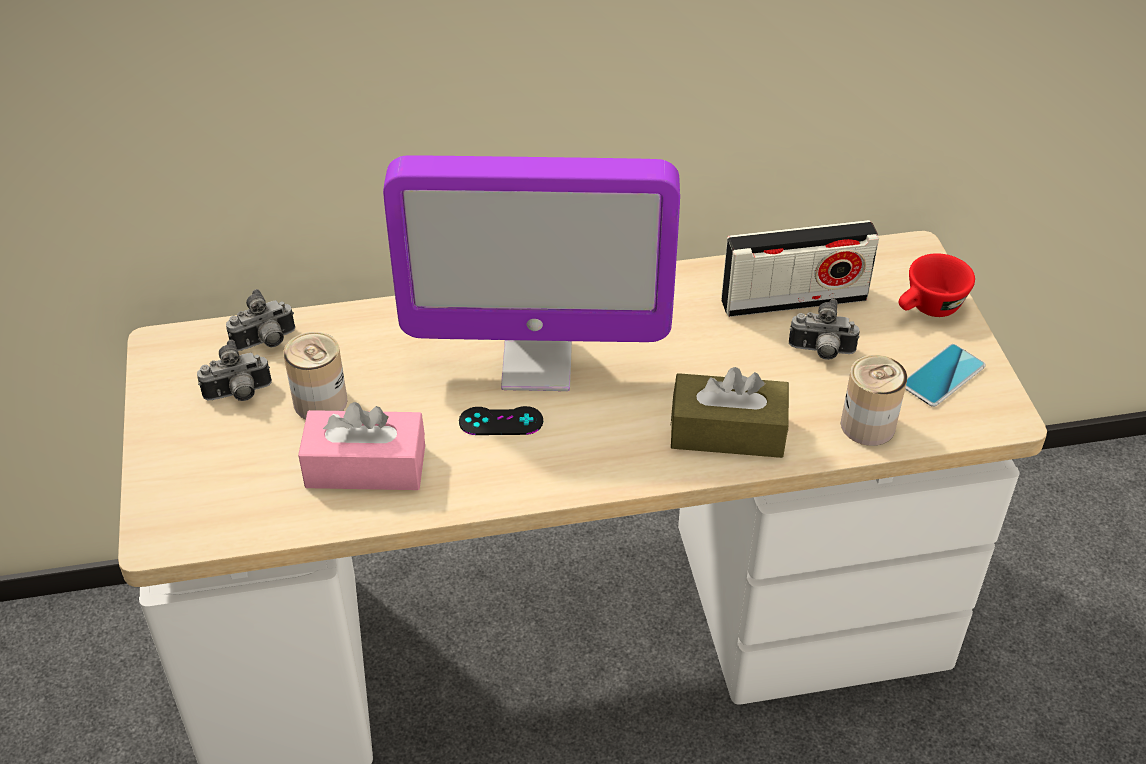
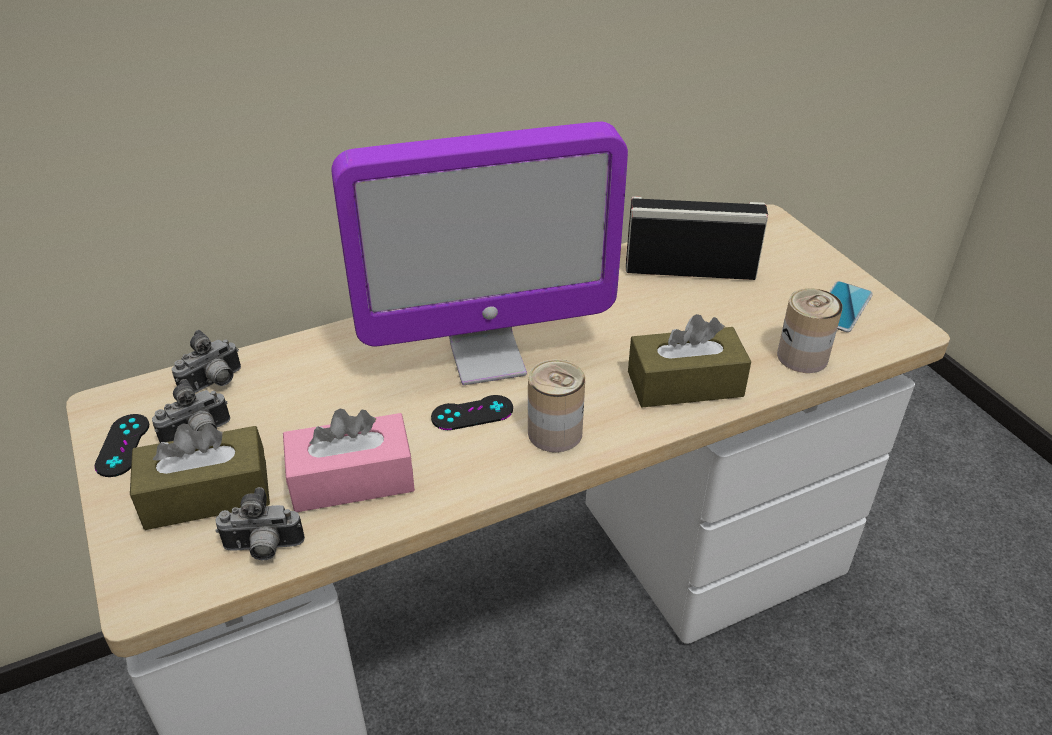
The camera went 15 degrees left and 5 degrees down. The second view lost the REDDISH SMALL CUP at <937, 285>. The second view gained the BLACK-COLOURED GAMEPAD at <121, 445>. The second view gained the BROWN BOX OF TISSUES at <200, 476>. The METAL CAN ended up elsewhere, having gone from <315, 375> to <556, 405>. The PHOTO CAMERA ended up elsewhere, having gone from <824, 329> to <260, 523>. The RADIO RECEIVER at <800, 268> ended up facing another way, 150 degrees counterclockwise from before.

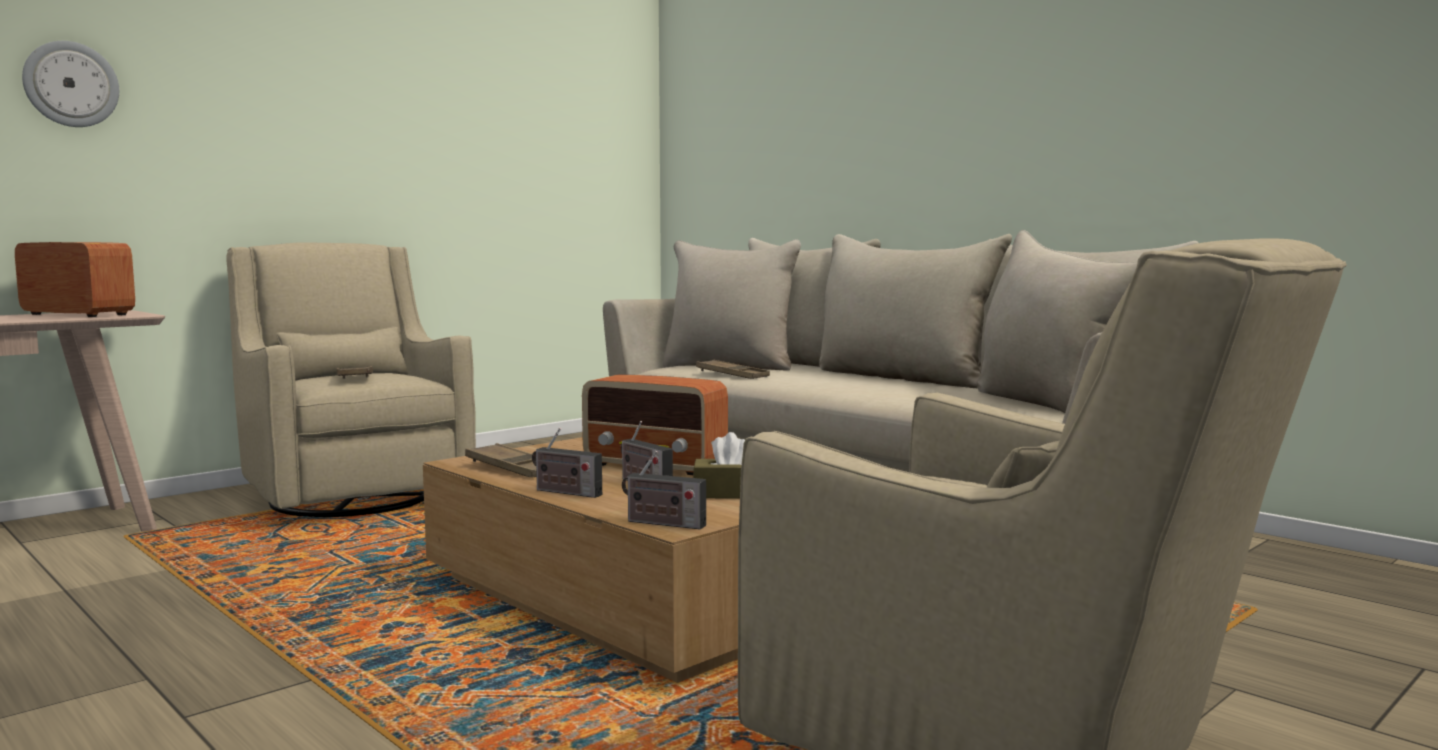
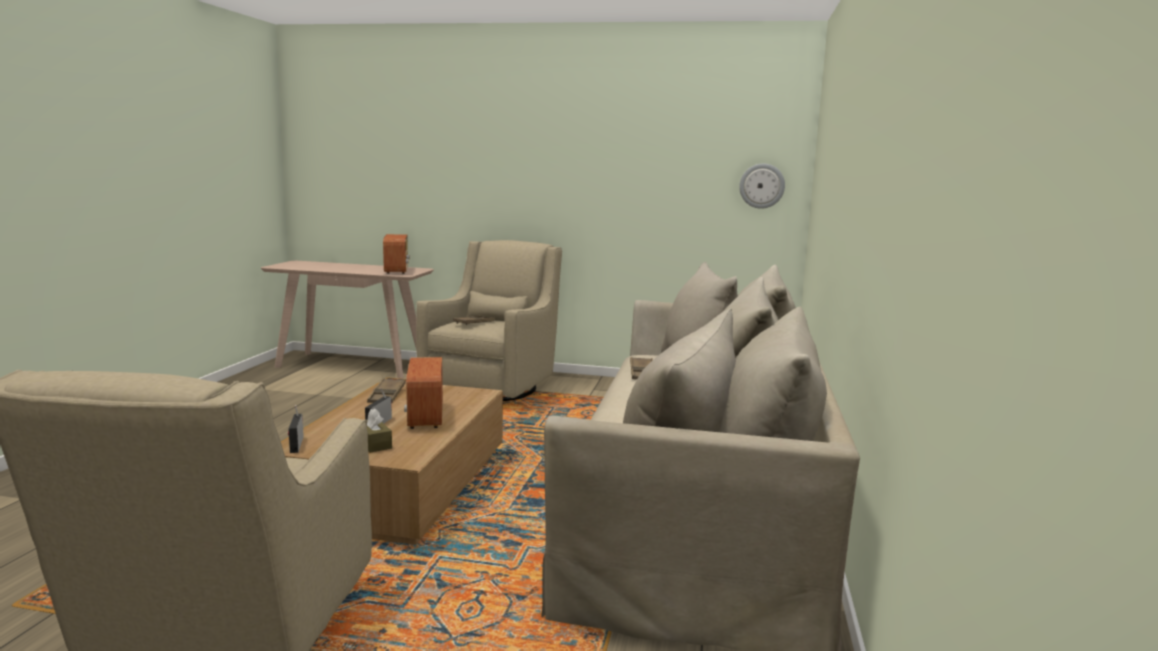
The camera went 55 degrees right and 5 degrees up. The second view lost the RADIO RECEIVER at <567, 463>. The CLOCK ON THE WALL ended up elsewhere, having gone from <70, 84> to <762, 186>.

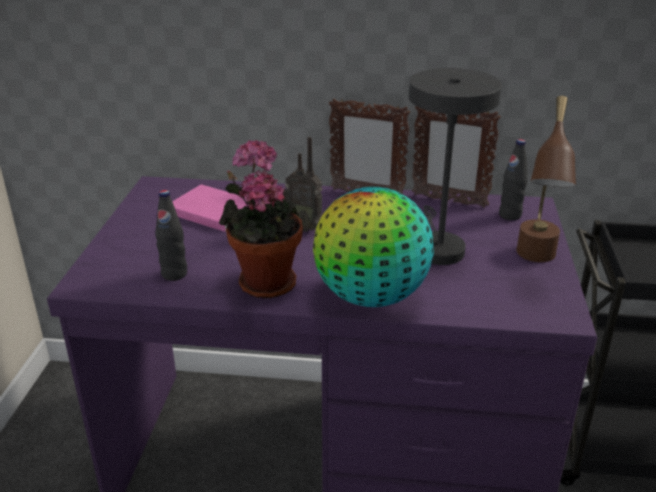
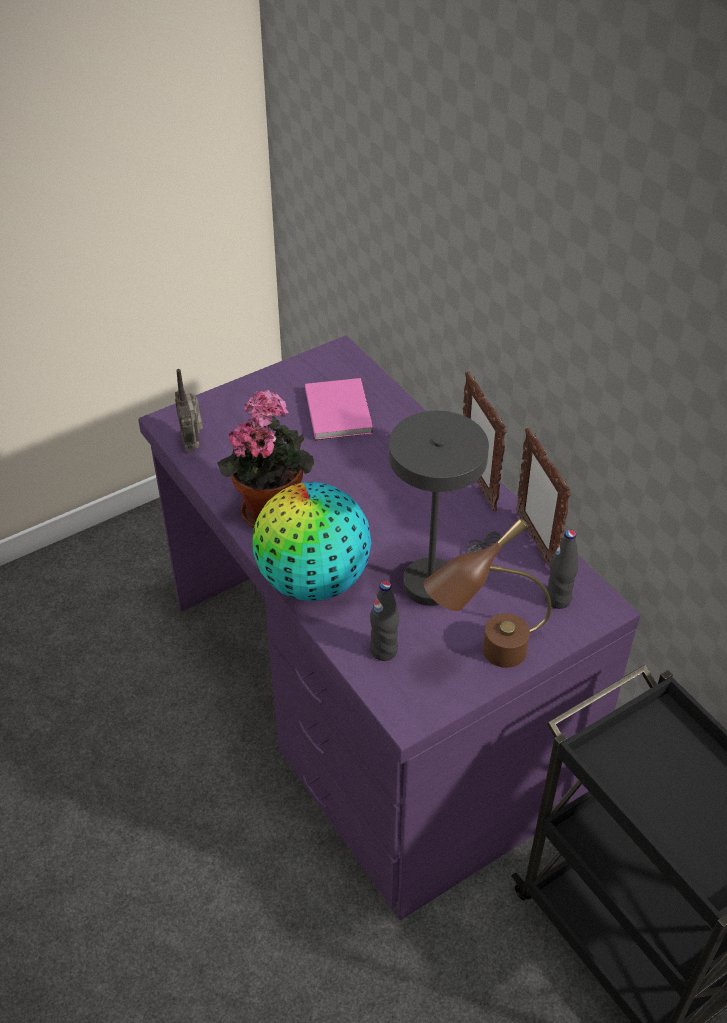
The camera went 50 degrees right and 15 degrees up. The BLACK-COLOURED DRINK BOTTLE ended up elsewhere, having gone from <171, 235> to <384, 621>. The RADIO RECEIVER ended up elsewhere, having gone from <303, 184> to <189, 410>.

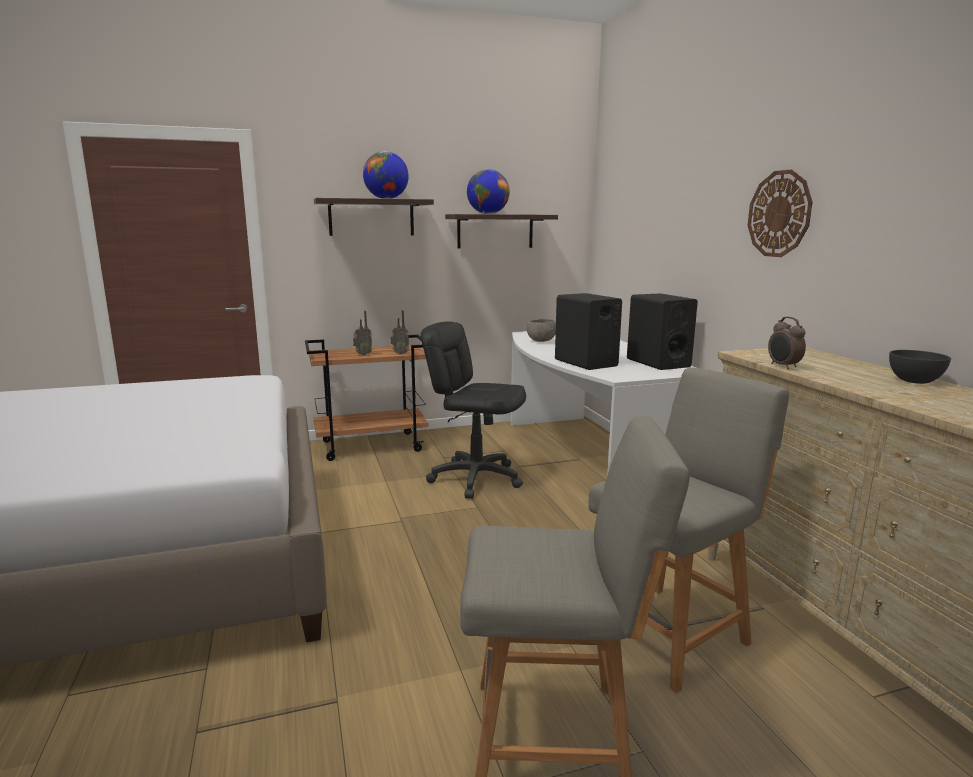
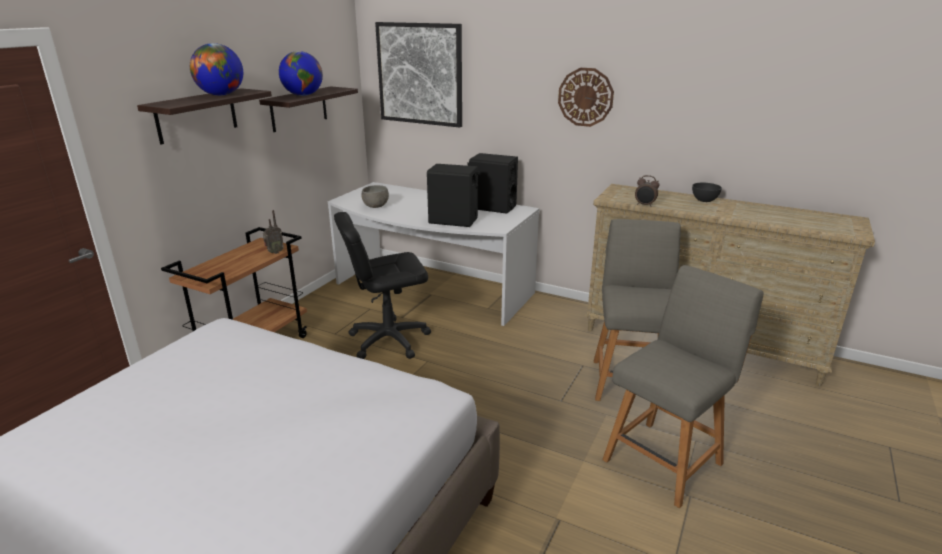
The camera went 45 degrees left and 10 degrees up. The second view lost the RADIO RECEIVER at <362, 333>. The second view gained the WALL PICTURE at <418, 74>.

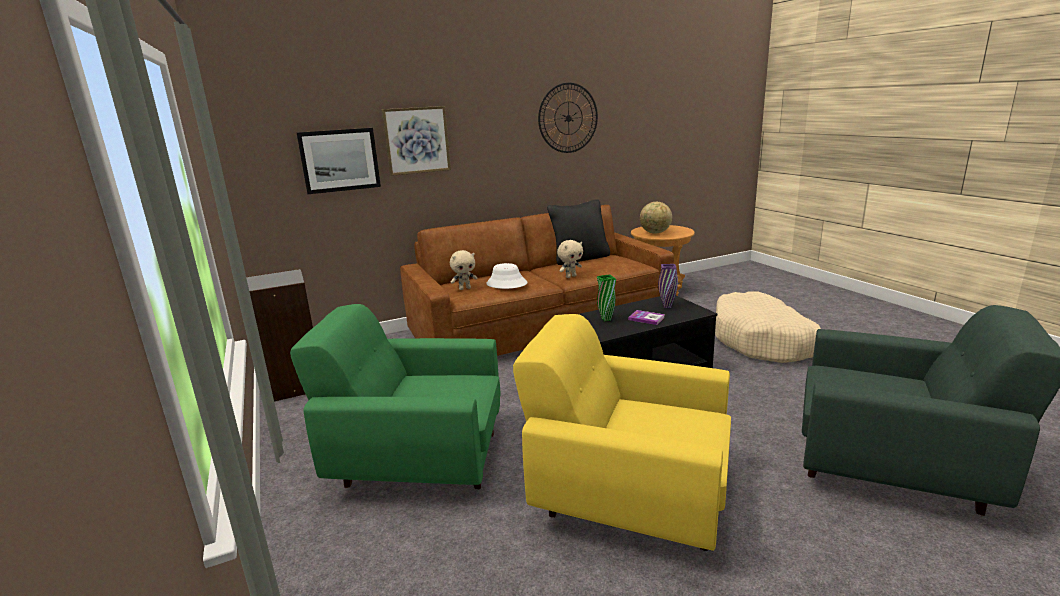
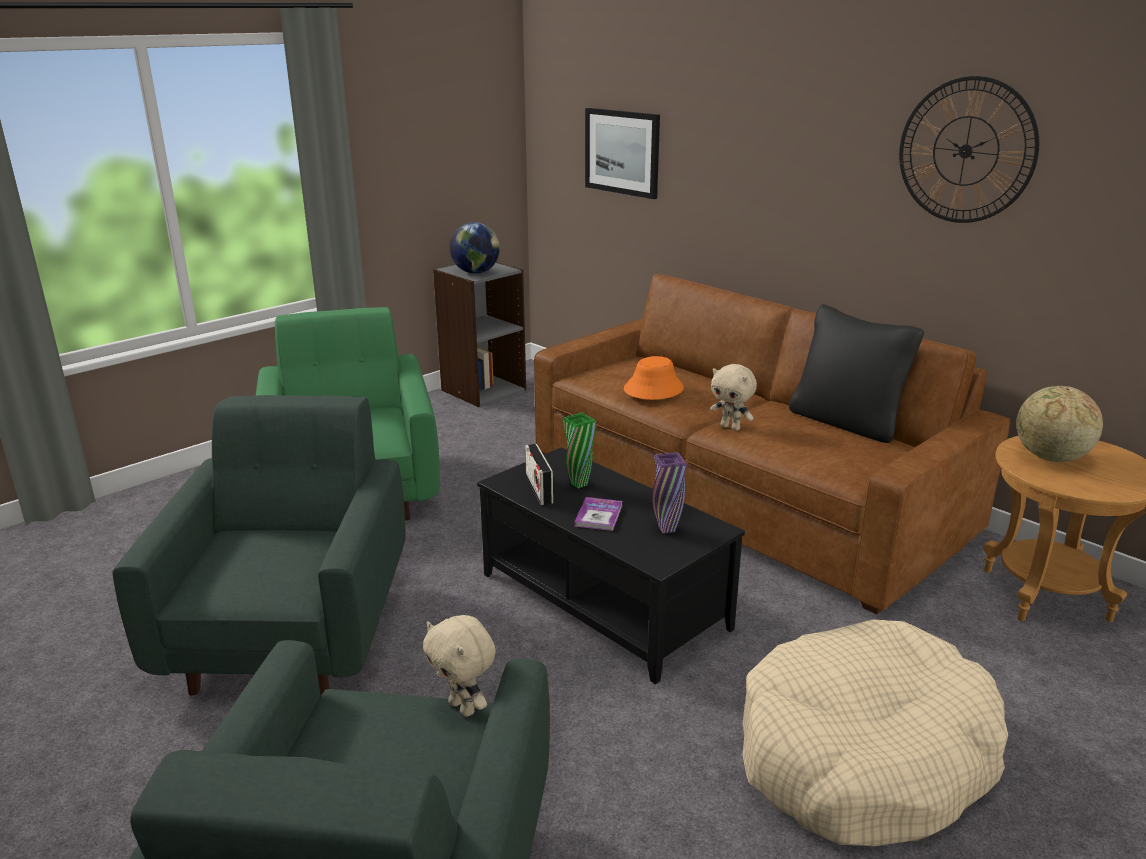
The camera went 70 degrees right and 5 degrees up. The second view lost the WALL PICTURE at <416, 141>. The second view gained the GLOBE at <475, 248>. The second view gained the RADIO RECEIVER at <539, 474>. The BEIGE-COLOURED PLUSH TOY ended up elsewhere, having gone from <464, 270> to <459, 666>. What was the WHITISH CLOTHING HAT at <506, 276> turned into the ORANGE-COLOURED CLOTHING HAT at <654, 378>. What was the YELLOW EASY CHAIR at <622, 432> turned into the GREEN-COLOURED EASY CHAIR at <259, 545>.

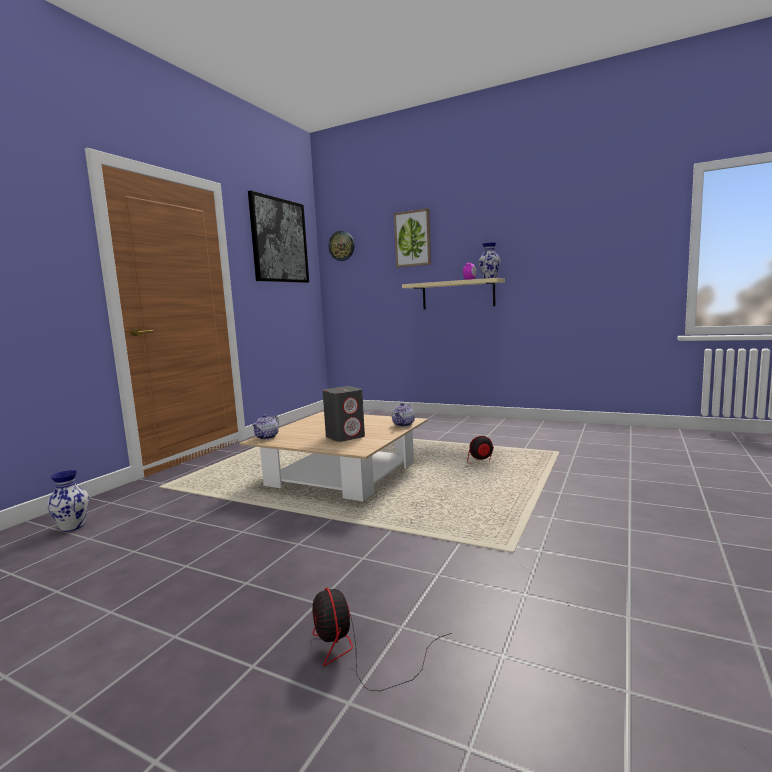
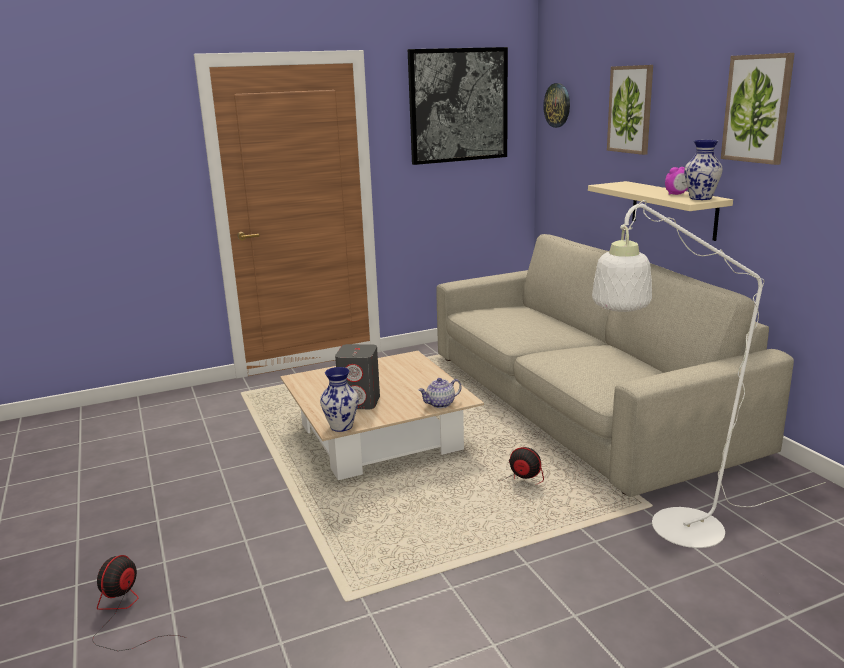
The camera went 40 degrees right and 10 degrees up. The second view lost the TEA POT at <265, 427>. The second view gained the BEIGE-COLOURED SOFA at <615, 365>. The second view gained the WHITISH STANDARD LAMP at <709, 374>. The second view gained the WALL PICTURE at <758, 109>. The FLOWER VASE ended up elsewhere, having gone from <68, 501> to <339, 399>.

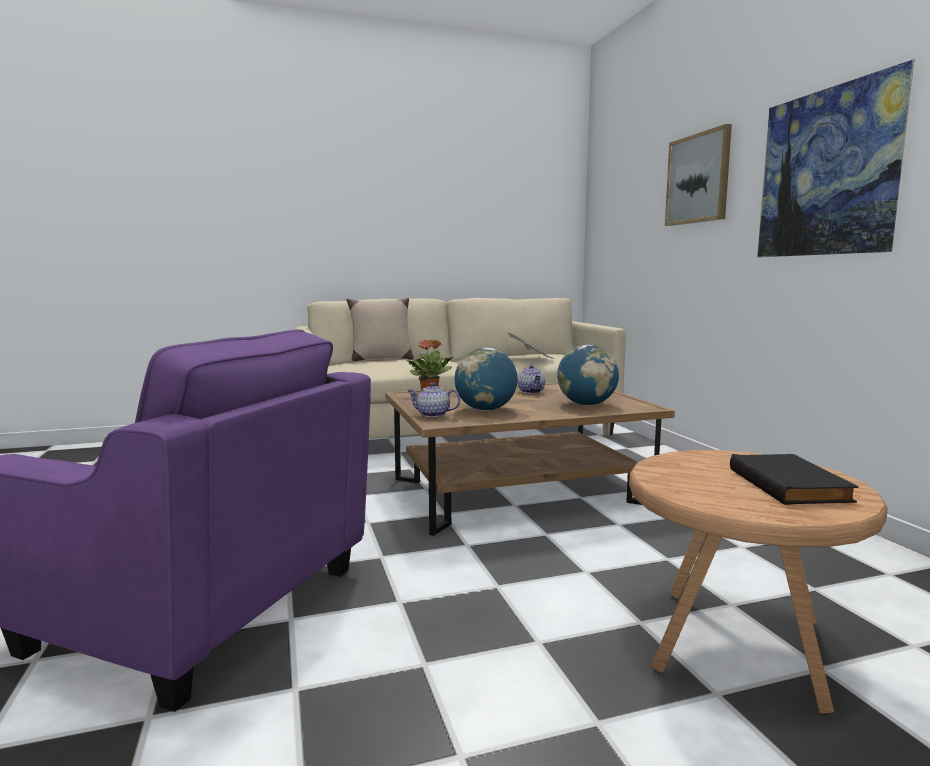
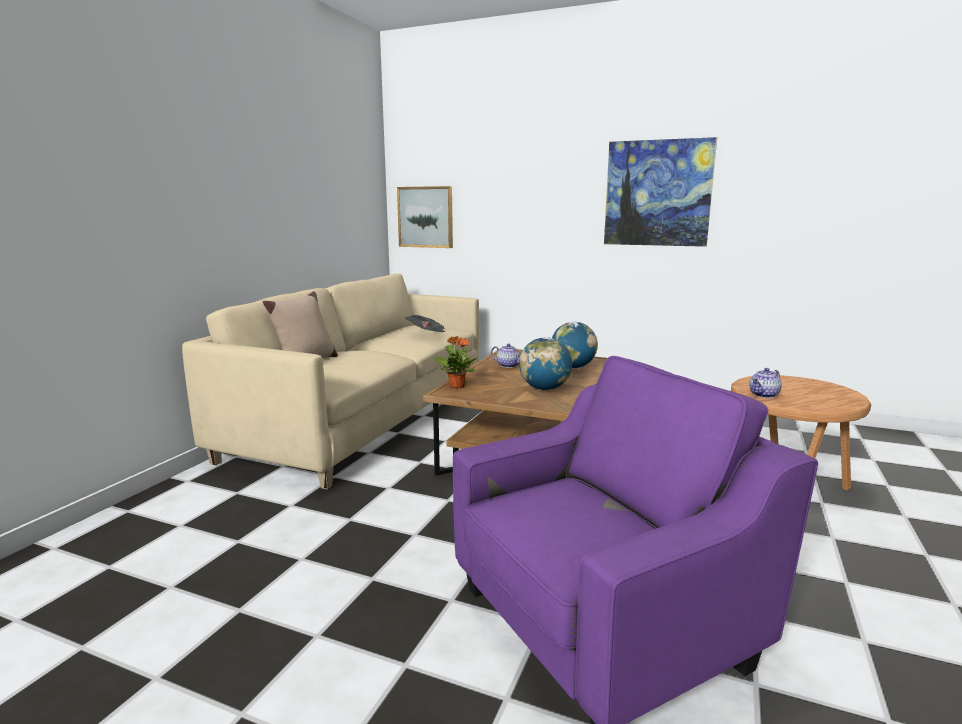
The camera went 50 degrees left and 5 degrees up. The second view lost the BLACK-COLOURED BOOK at <794, 479>. The TEA POT ended up elsewhere, having gone from <433, 400> to <766, 383>. The WALL PICTURE ended up elsewhere, having gone from <698, 175> to <425, 217>.

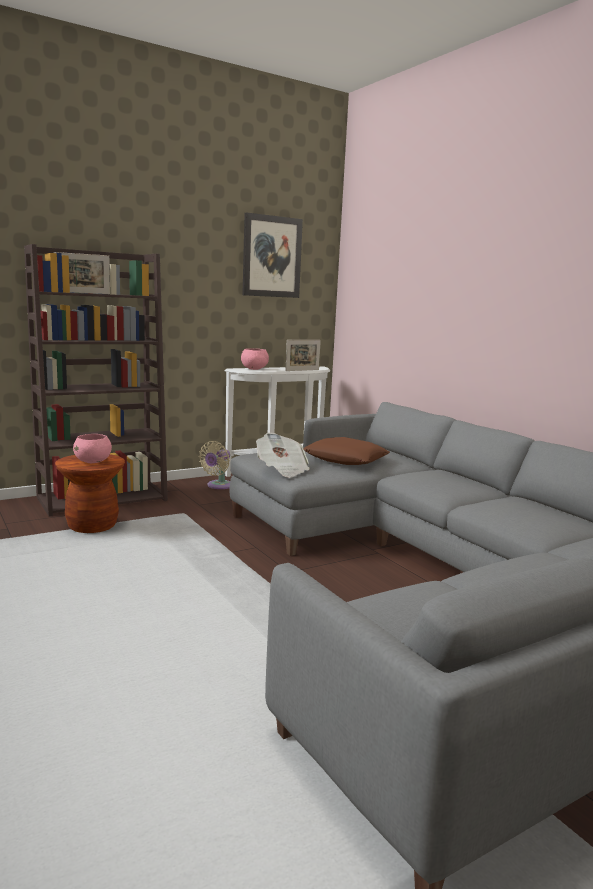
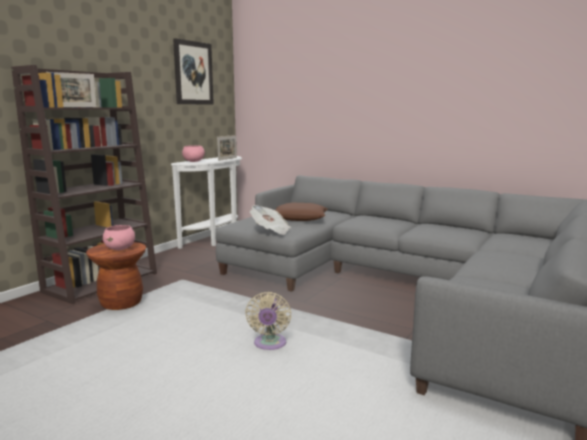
The camera went 25 degrees left and 0 degrees up. The BEIGE-COLOURED COOLING FAN ended up elsewhere, having gone from <214, 465> to <268, 321>.

